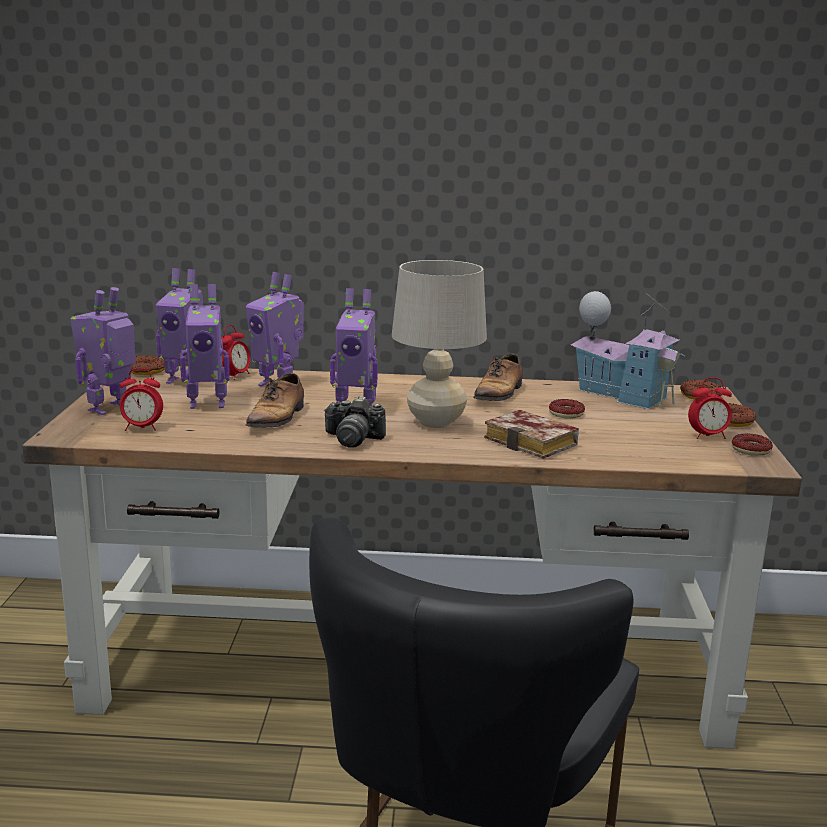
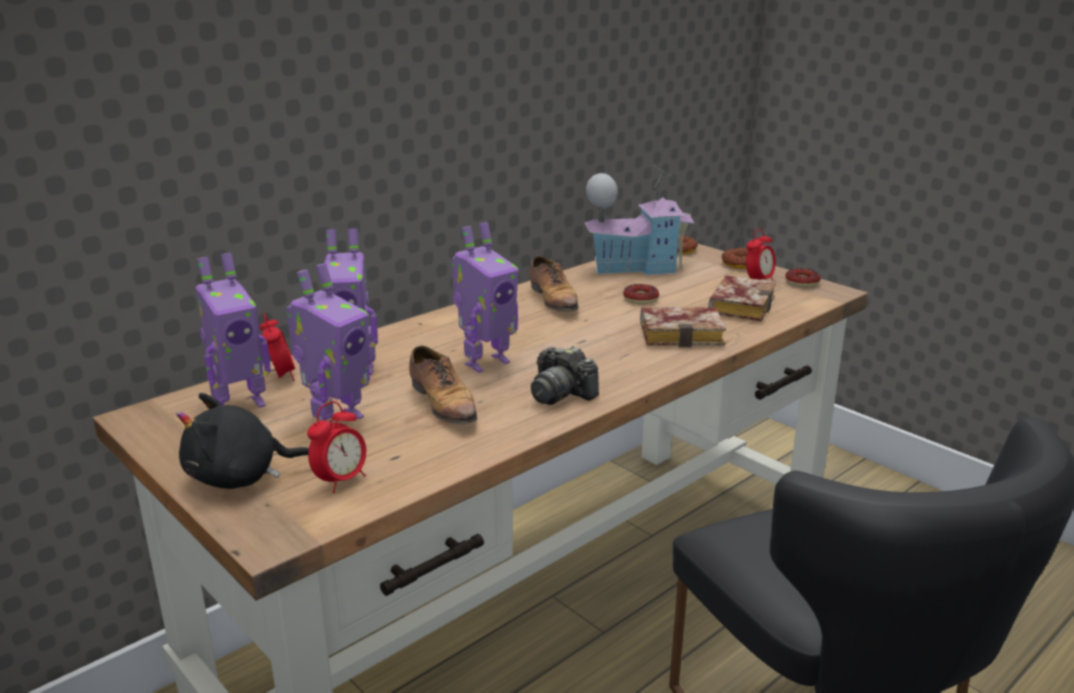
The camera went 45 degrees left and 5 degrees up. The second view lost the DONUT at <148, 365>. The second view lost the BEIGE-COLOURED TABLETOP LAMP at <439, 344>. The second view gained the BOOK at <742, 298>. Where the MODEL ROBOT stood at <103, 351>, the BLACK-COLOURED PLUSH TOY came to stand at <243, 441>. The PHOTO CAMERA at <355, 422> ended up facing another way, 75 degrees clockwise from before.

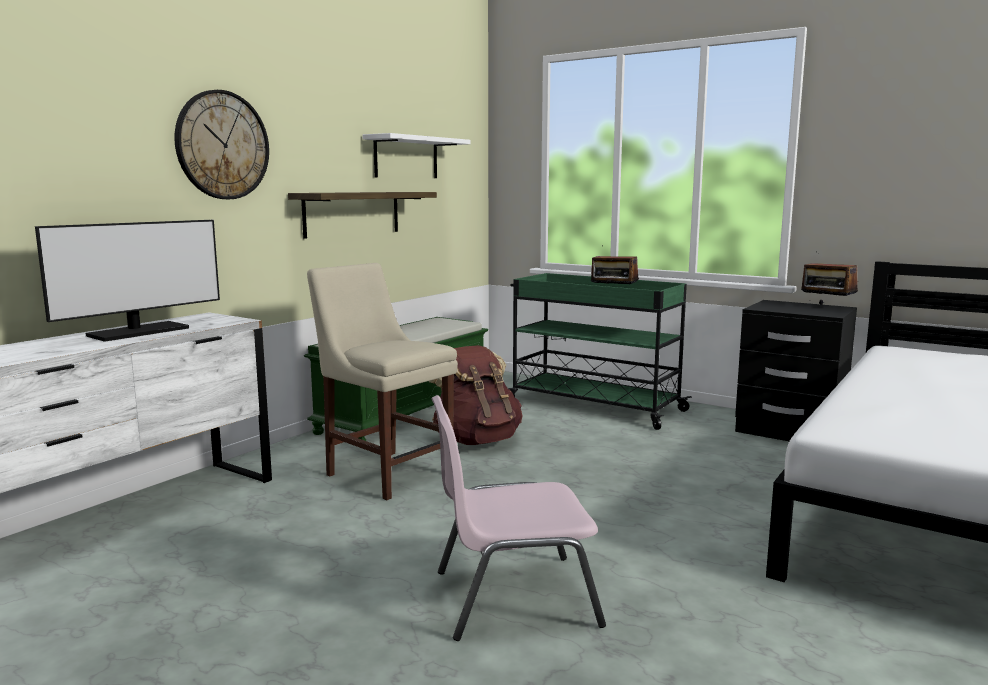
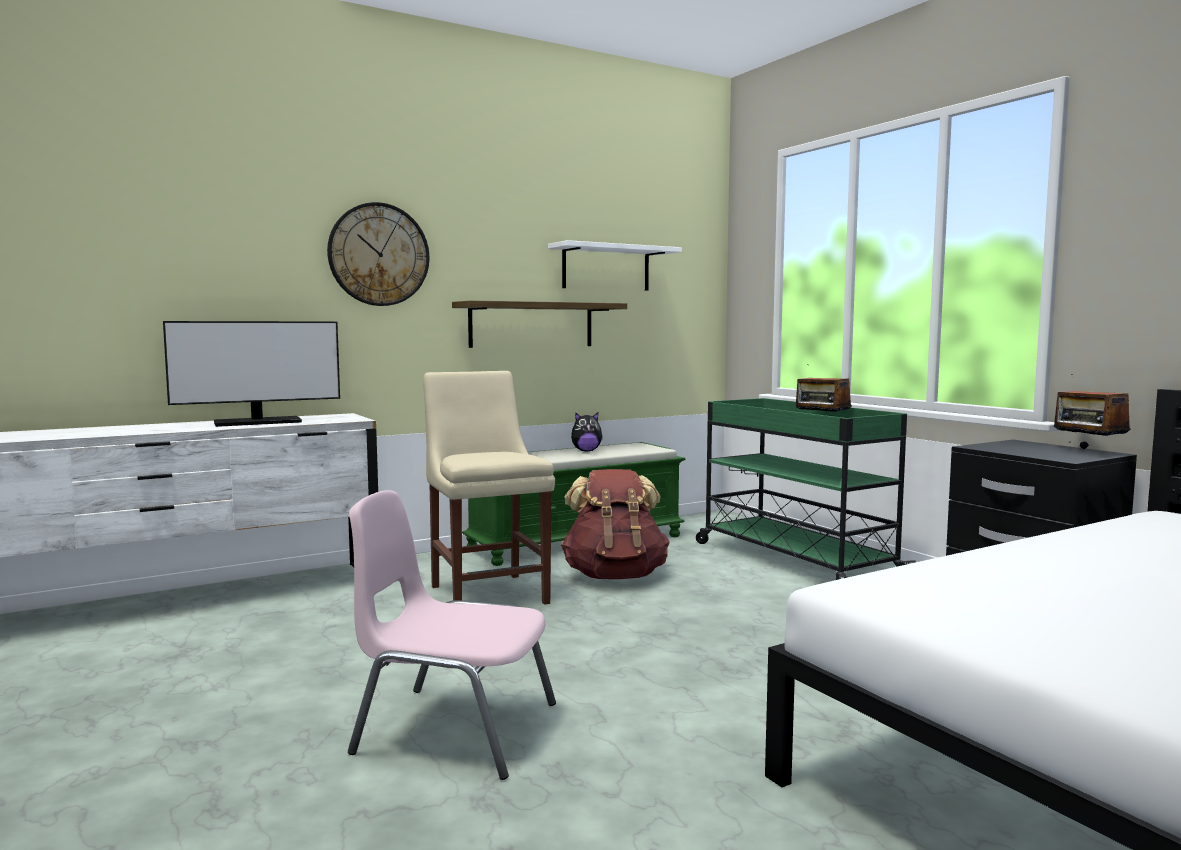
The camera went 25 degrees right and 5 degrees down. The second view gained the PLUSH TOY at <587, 432>.

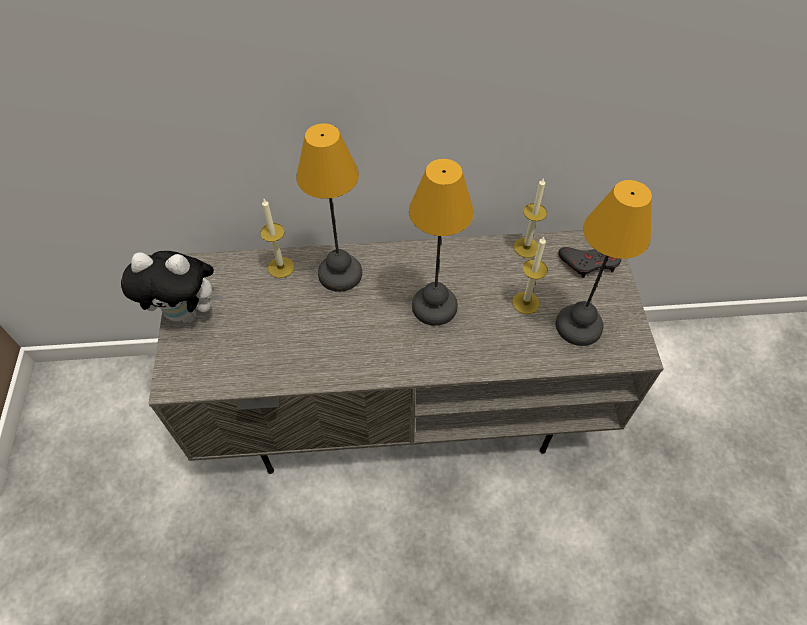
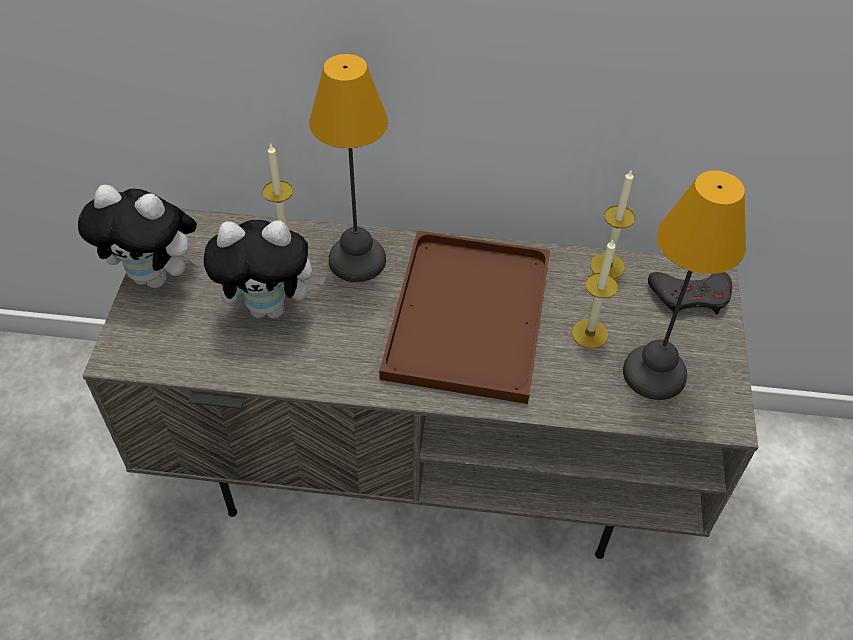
The camera went 10 degrees right and 5 degrees down. The second view gained the PLUSH TOY at <265, 269>. Where the TABLETOP LAMP stood at <441, 242>, the BROWN SERVING TRAY came to stand at <464, 317>.

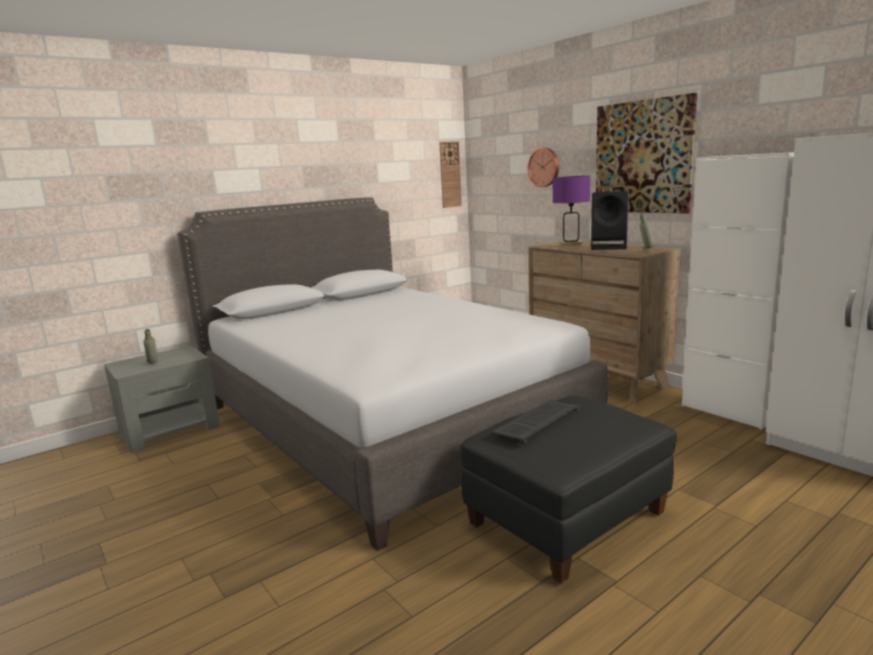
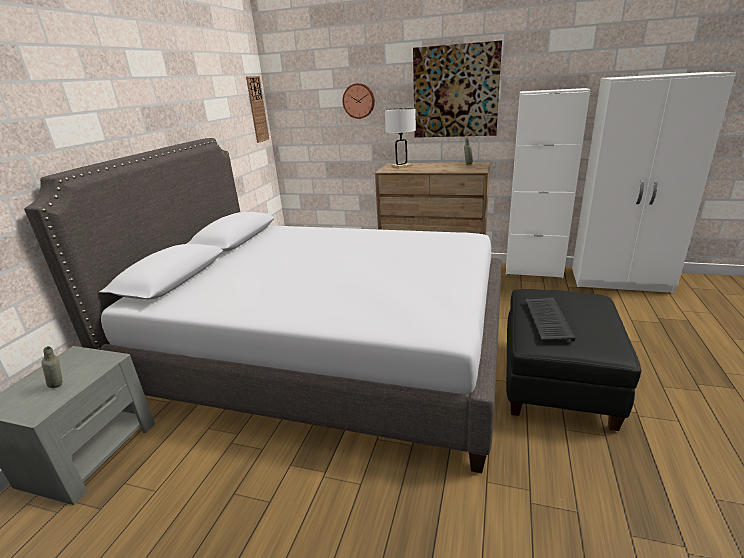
The camera went 35 degrees left and 10 degrees up. The second view lost the BLACK-COLOURED SPEAKER at <609, 220>. What was the PURPLE TABLETOP LAMP at <571, 211> turned into the WHITISH TABLETOP LAMP at <400, 138>.

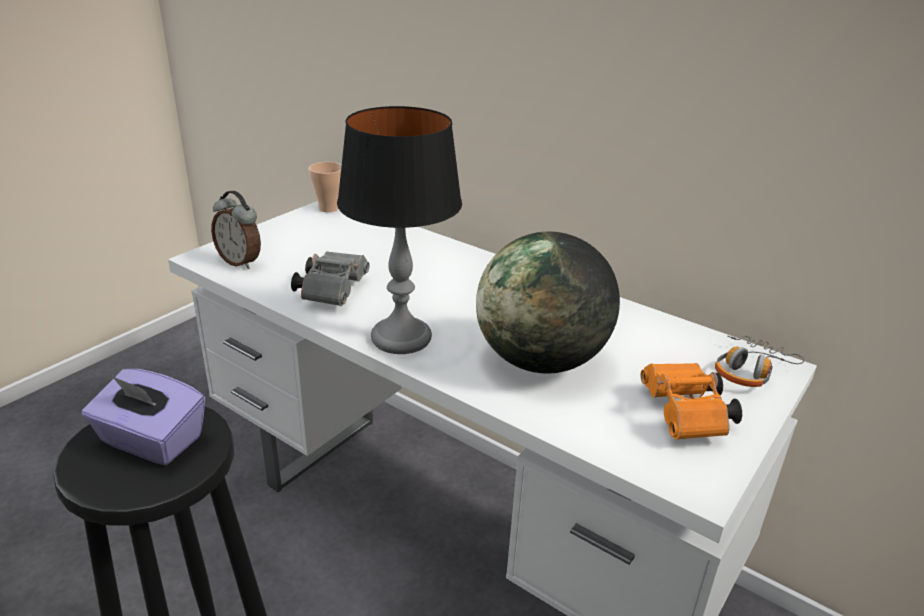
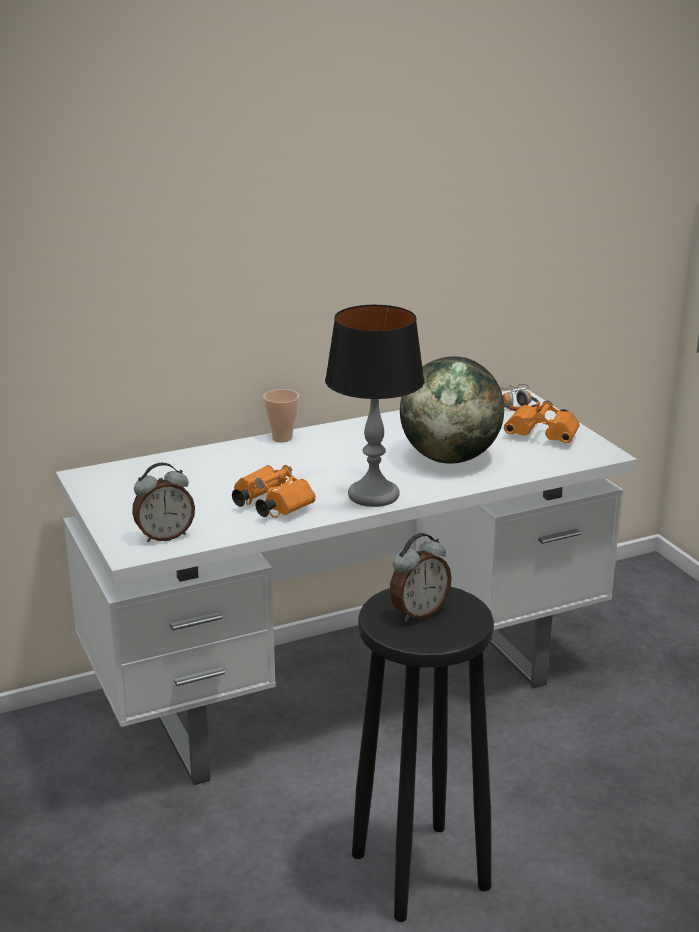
The camera went 60 degrees left and 5 degrees down. The SMALL CUP ended up elsewhere, having gone from <325, 187> to <281, 415>. Where the PURPLE BOX OF TISSUES stood at <143, 417>, the BEDSIDE CLOCK came to stand at <421, 577>. What was the GREY FIELD GLASSES at <330, 278> turned into the ORANGE-COLOURED FIELD GLASSES at <274, 491>.

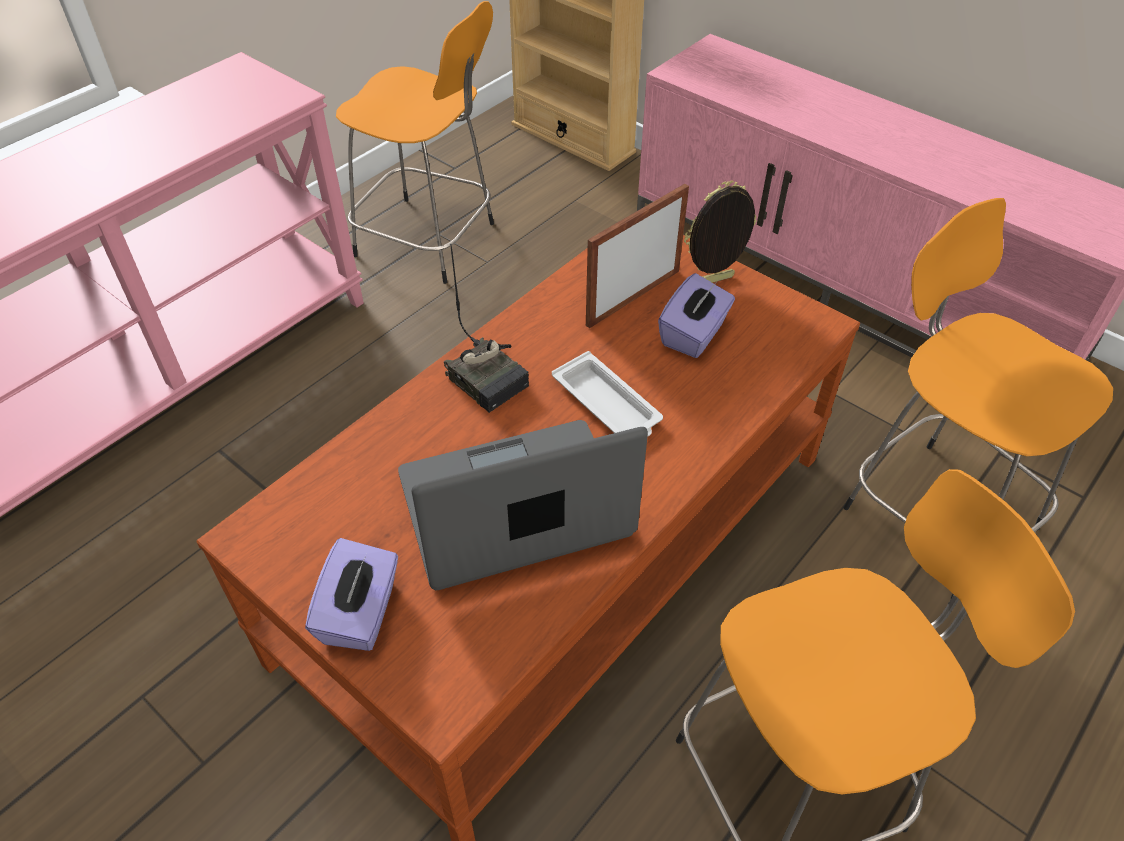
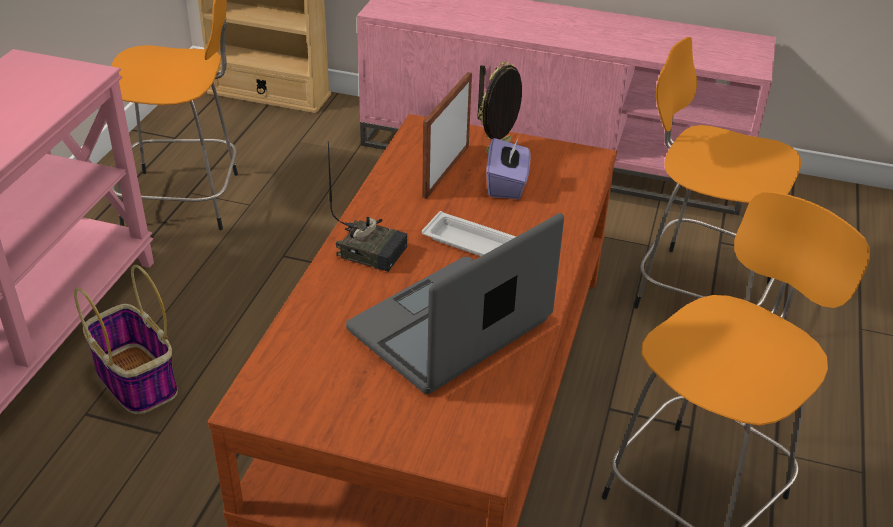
The camera went 25 degrees left and 10 degrees down. The second view lost the PURPLE BOX OF TISSUES at <351, 594>. The second view gained the BASKET at <126, 339>.

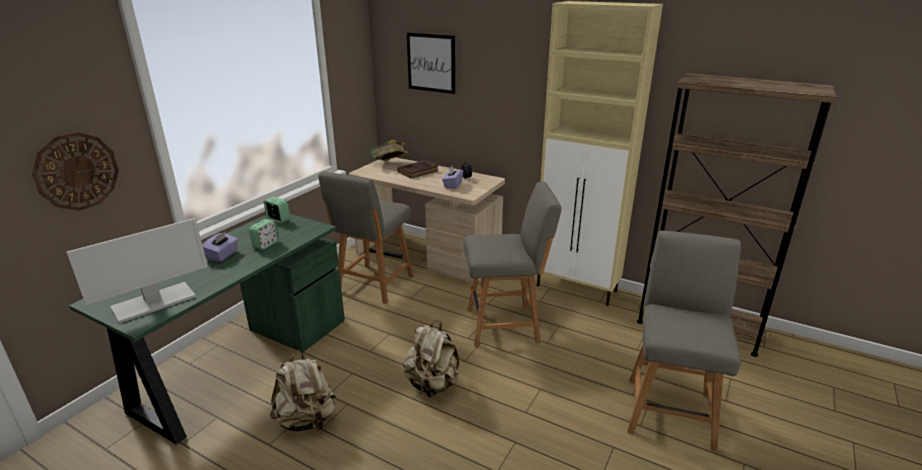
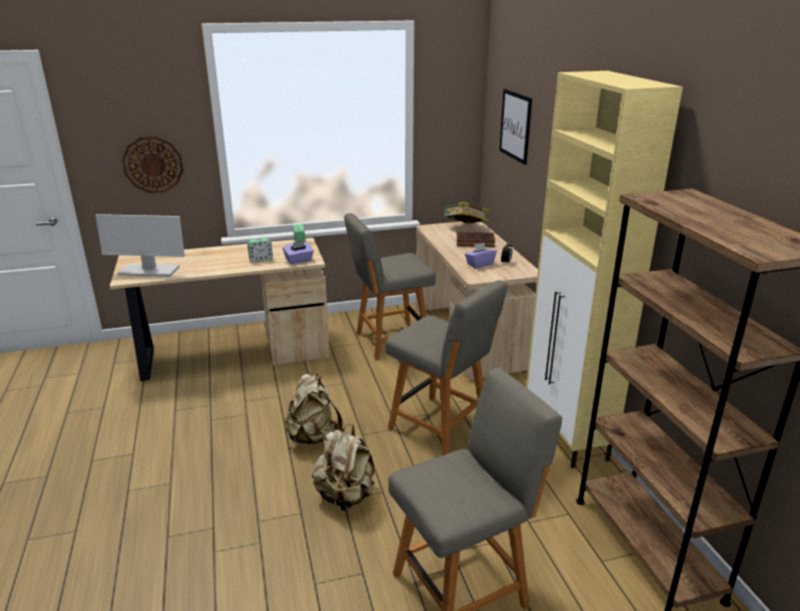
The camera went 45 degrees right and 0 degrees up. The PURPLE BOX OF TISSUES ended up elsewhere, having gone from <220, 246> to <298, 252>. The BEIGE-COLOURED BACKPACK ended up elsewhere, having gone from <303, 391> to <343, 467>. What was the GREEN-COLOURED DESK at <207, 329> turned into the BEIGE-COLOURED DESK at <220, 309>.

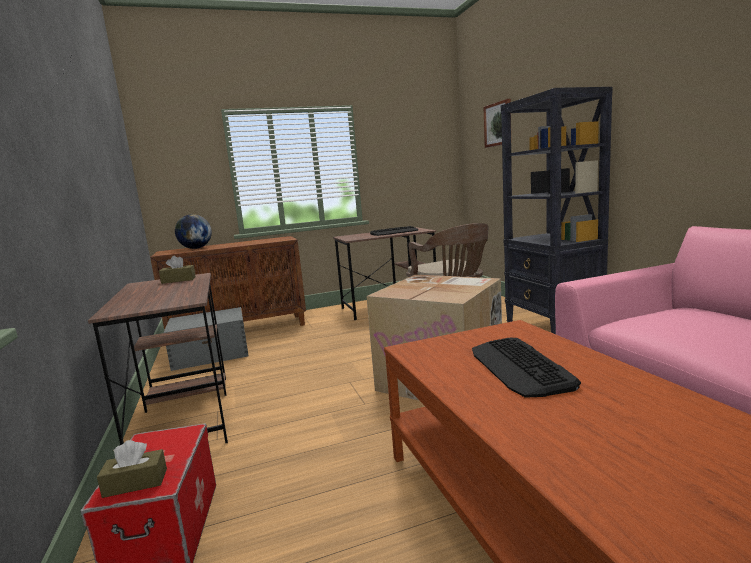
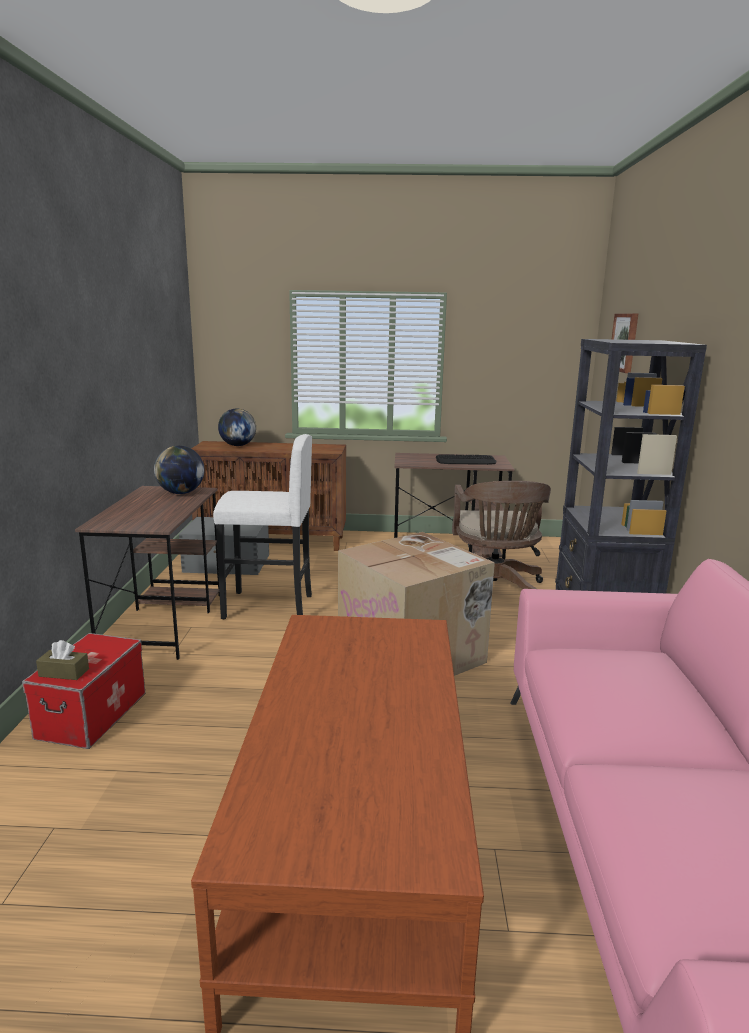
The camera went 20 degrees right and 5 degrees up. The second view lost the COMPUTER KEYBOARD at <526, 368>. The second view gained the WHITISH STOOL at <262, 527>. Where the BROWN BOX OF TISSUES stood at <177, 270>, the GLOBE came to stand at <179, 470>.

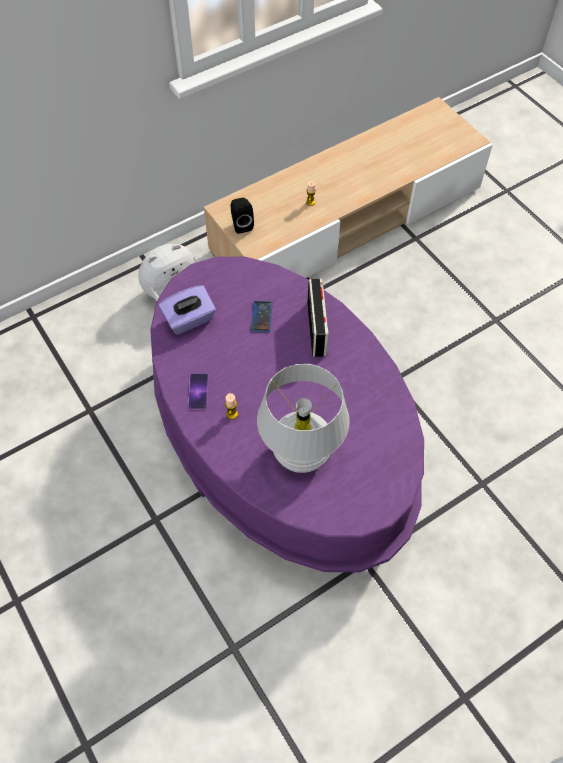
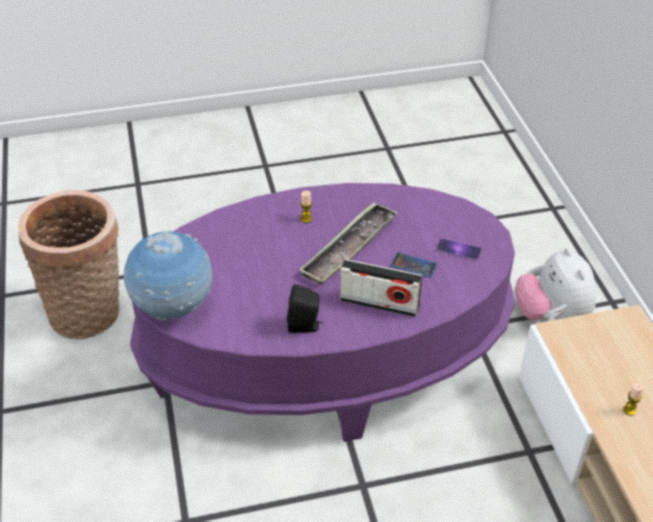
The camera went 110 degrees right and 15 degrees down. The second view lost the PURPLE BOX OF TISSUES at <187, 310>. The second view lost the WHITISH TABLETOP LAMP at <303, 418>. The second view gained the BASKET at <69, 264>. The second view gained the GLOBE at <168, 276>. The second view gained the SERVING TRAY at <348, 243>. The TELEPHONE ended up elsewhere, having gone from <198, 392> to <459, 249>. The BLACK-COLOURED SPEAKER ended up elsewhere, having gone from <242, 216> to <305, 308>.

